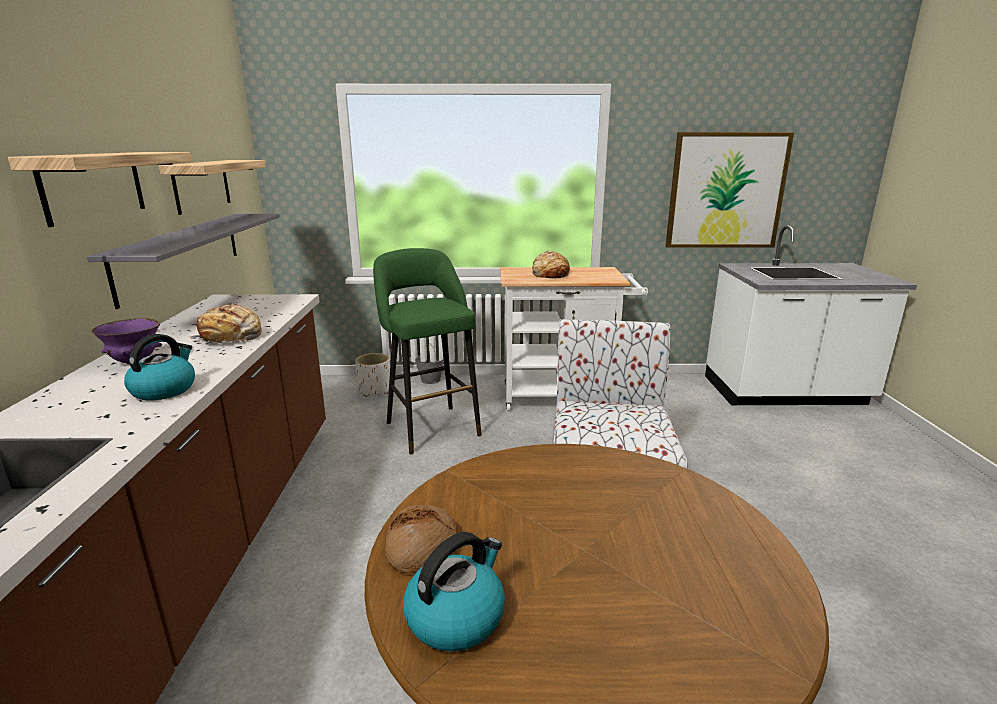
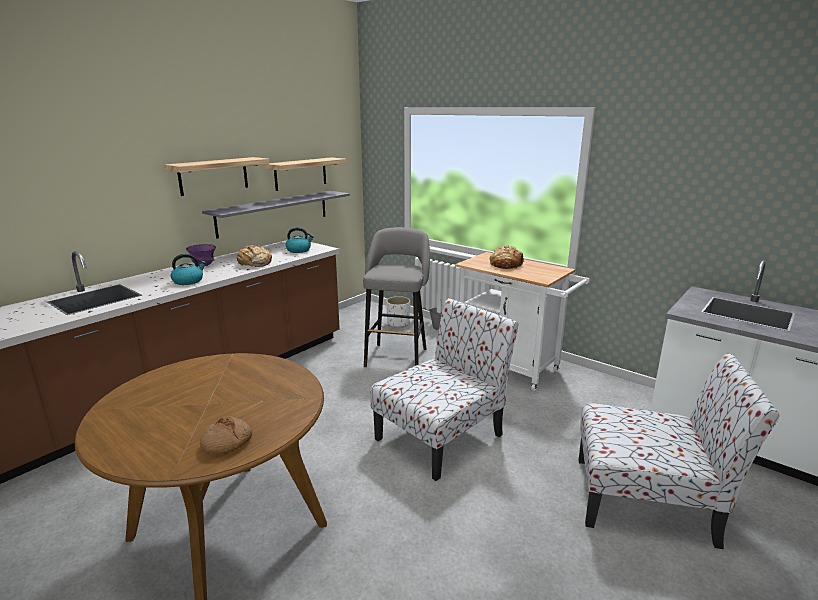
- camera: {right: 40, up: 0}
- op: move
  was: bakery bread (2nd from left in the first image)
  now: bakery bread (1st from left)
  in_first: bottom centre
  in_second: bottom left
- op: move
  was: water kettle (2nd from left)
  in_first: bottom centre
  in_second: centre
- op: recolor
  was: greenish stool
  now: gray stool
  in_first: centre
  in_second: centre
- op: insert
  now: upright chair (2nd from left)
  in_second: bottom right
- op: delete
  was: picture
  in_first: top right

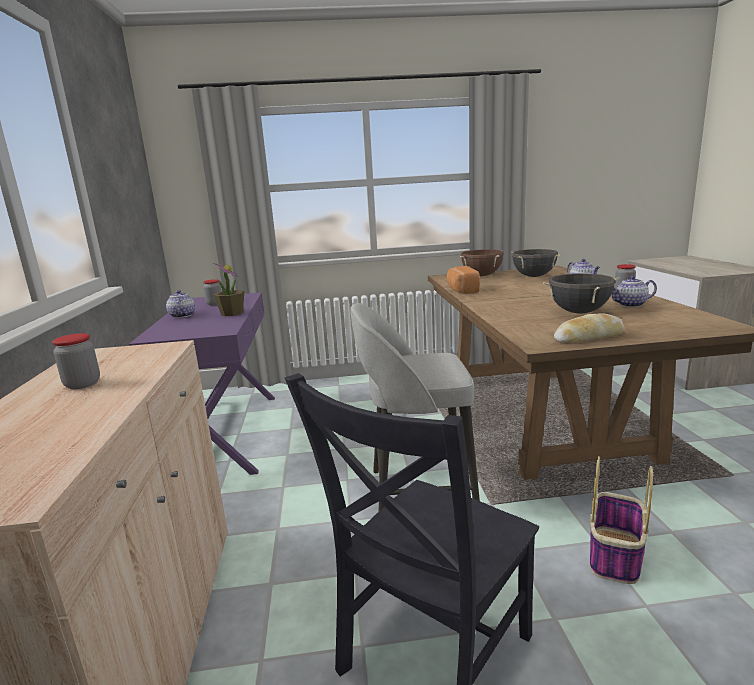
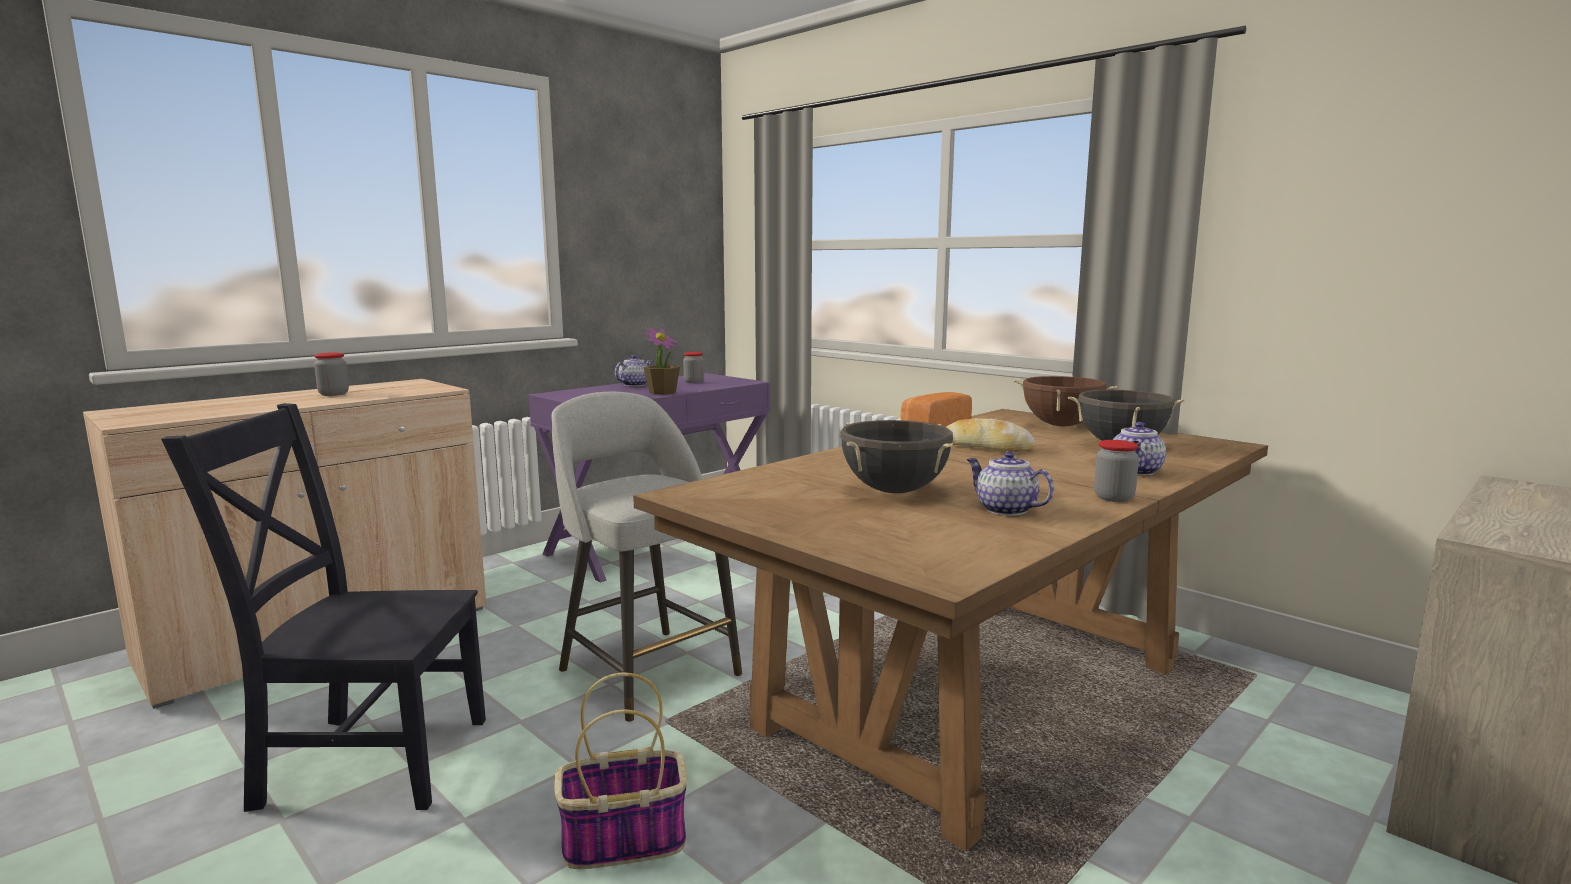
- camera: {right: 50, up: -5}
- op: move
  was: bakery bread (2nd from left)
  in_first: middle right
  in_second: centre

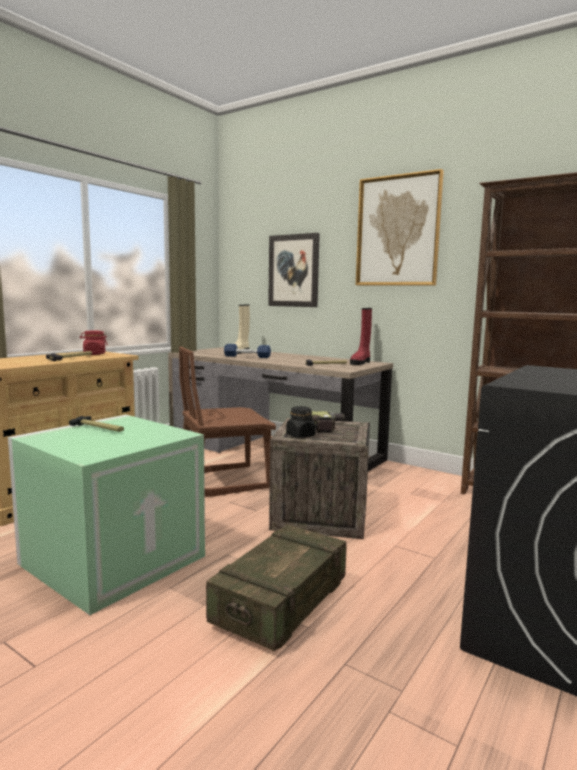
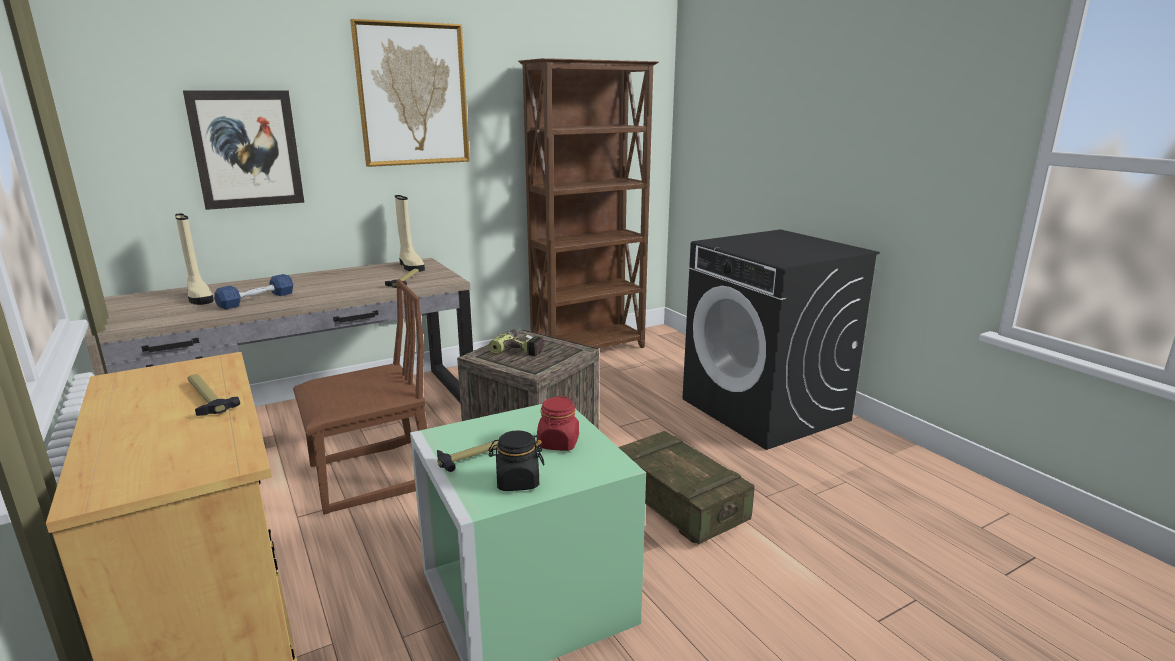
- camera: {right: -65, up: 10}
- op: rotate
  was: brown upright chair
  in_first: centre
  in_second: middle left
  clockwise: -120
- op: recolor
  was: red boot
  now: beige-coloured boot (2nd from left)
  in_first: centre
  in_second: centre
- op: move
  was: black-coloured preserve jar
  in_first: centre
  in_second: bottom centre
- op: move
  was: red preserve jar
  in_first: middle left
  in_second: centre

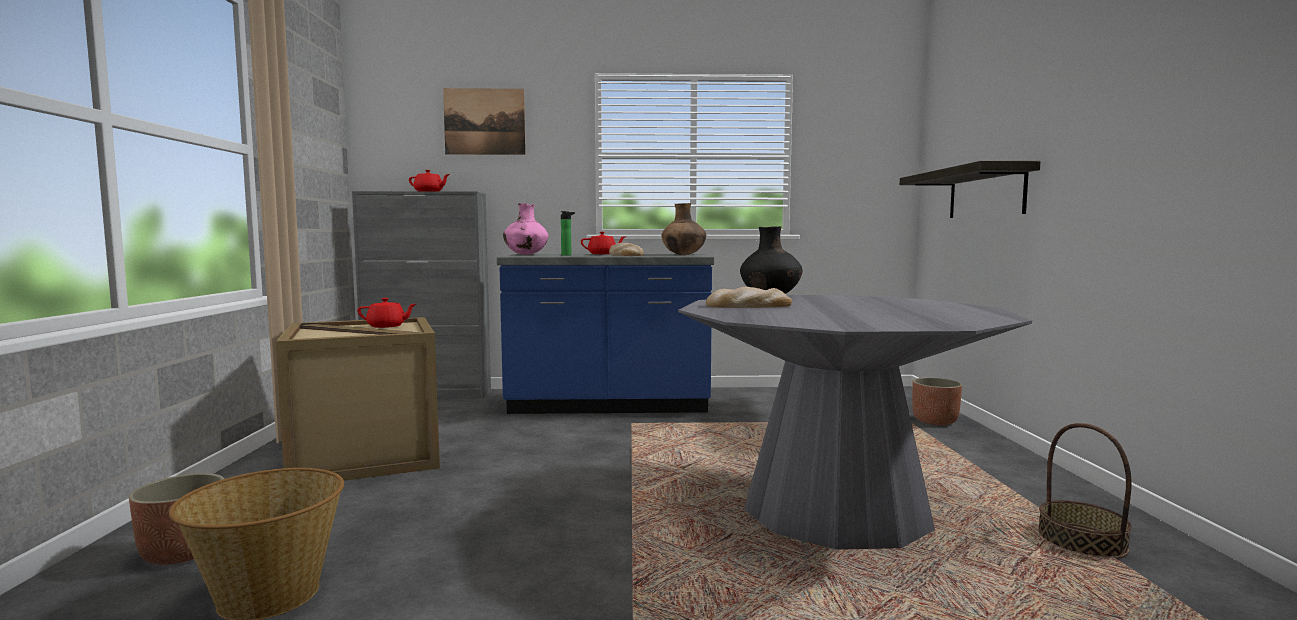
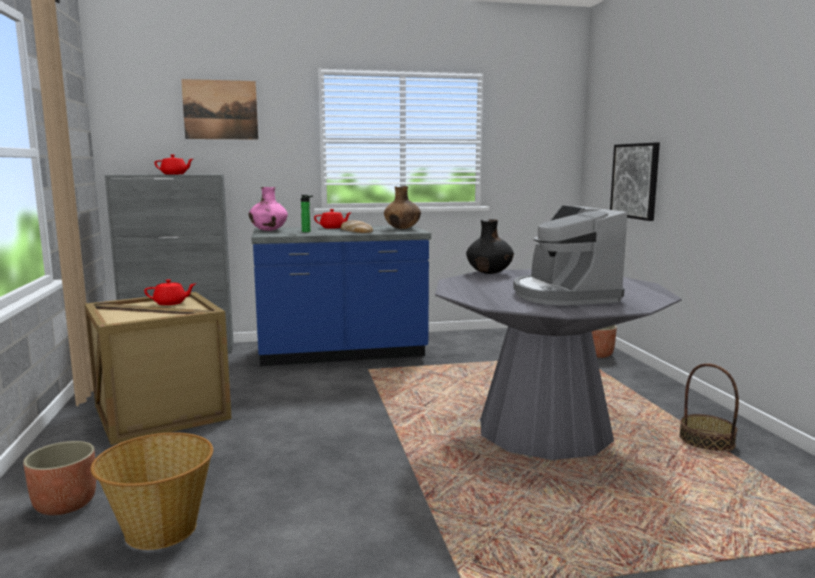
- camera: {right: -10, up: 5}
- op: insert
  now: coffee maker
  in_second: middle right
- op: replace
  was: shelf
  now: picture (2nd from left)
  in_first: top right
  in_second: top right
- op: delete
  was: bakery bread (2nd from left)
  in_first: centre

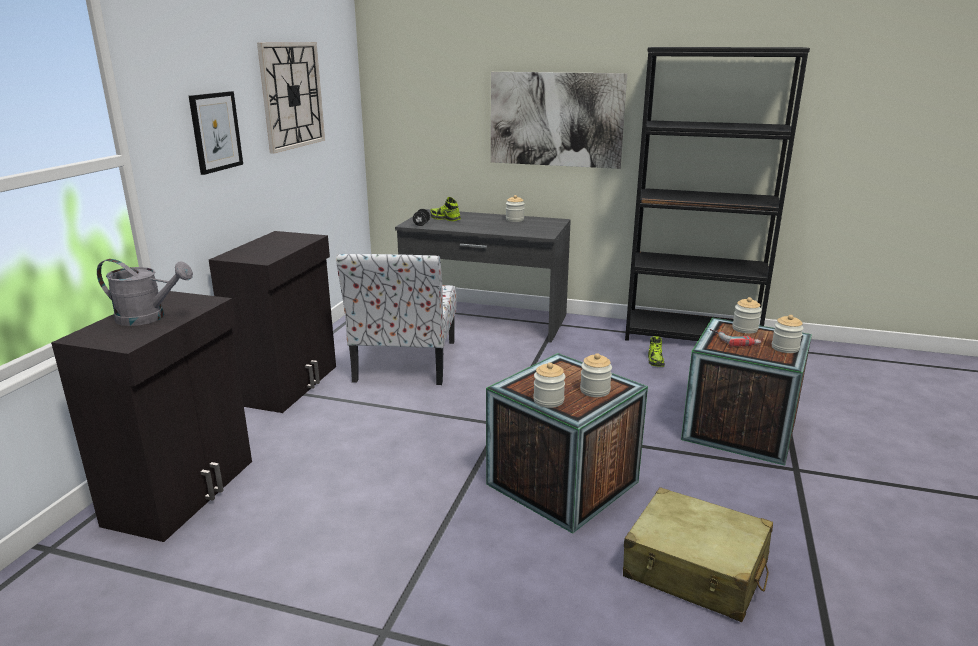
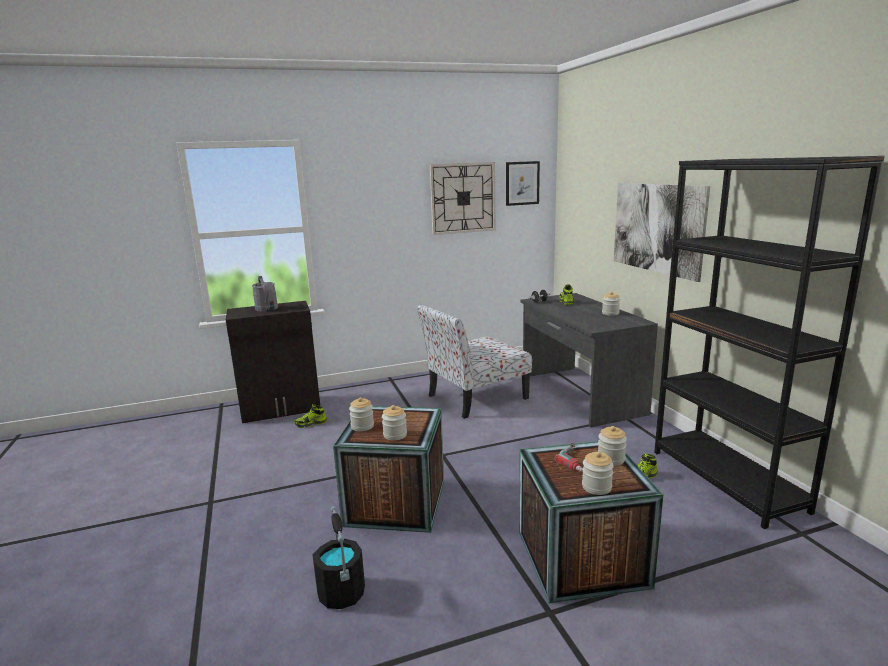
- camera: {right: 55, up: -5}
- op: insert
  now: item of footwear (1st from left)
  in_second: centre
- op: replace
  was: beige-coloured suitcase
  now: black-coloured pail
  in_first: bottom right
  in_second: bottom centre
- op: move
  was: picture (1st from left)
  in_first: top left
  in_second: top centre
- op: delete
  was: black-coloured cupboard (2nd from left)
  in_first: middle left

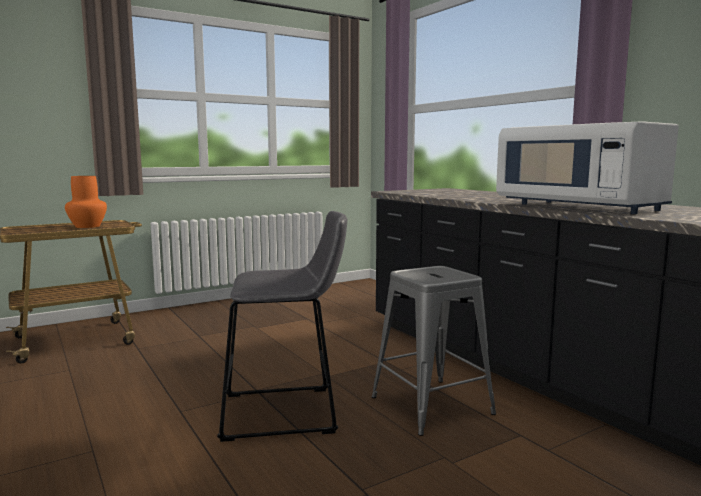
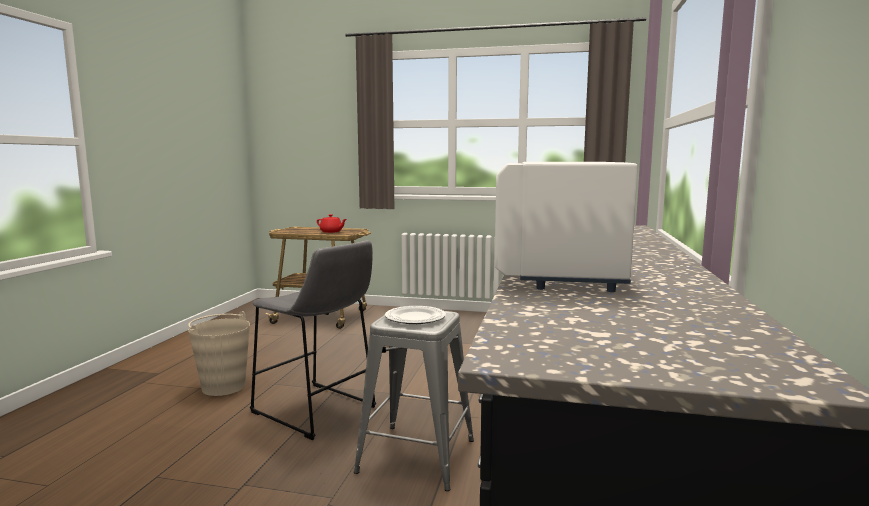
- camera: {right: 45, up: 0}
- op: insert
  now: beige-coloured pail
  in_second: bottom left
- op: replace
  was: orangey decorative vase
  now: red teapot
  in_first: middle left
  in_second: centre
- op: insert
  now: flat dish
  in_second: centre

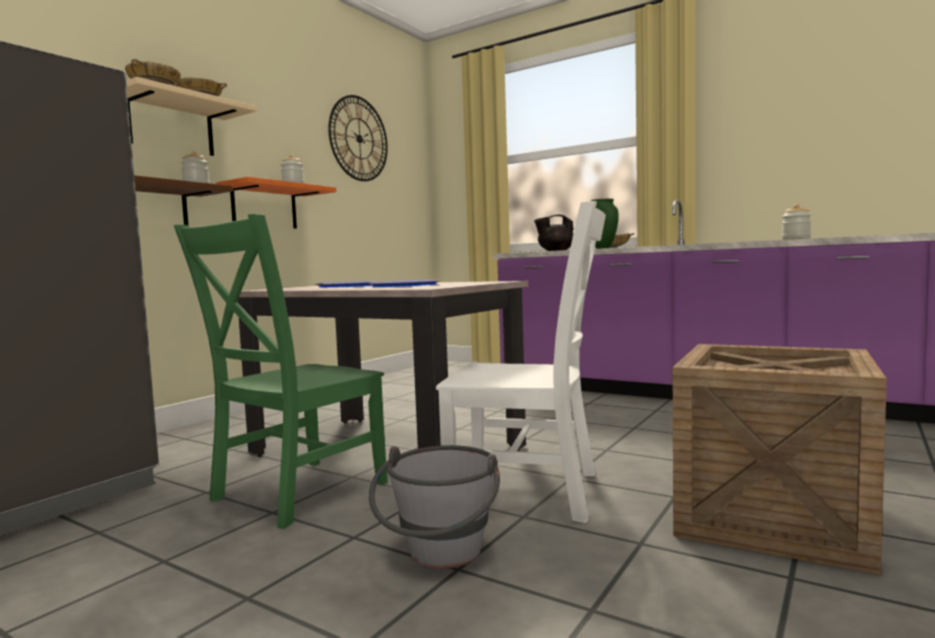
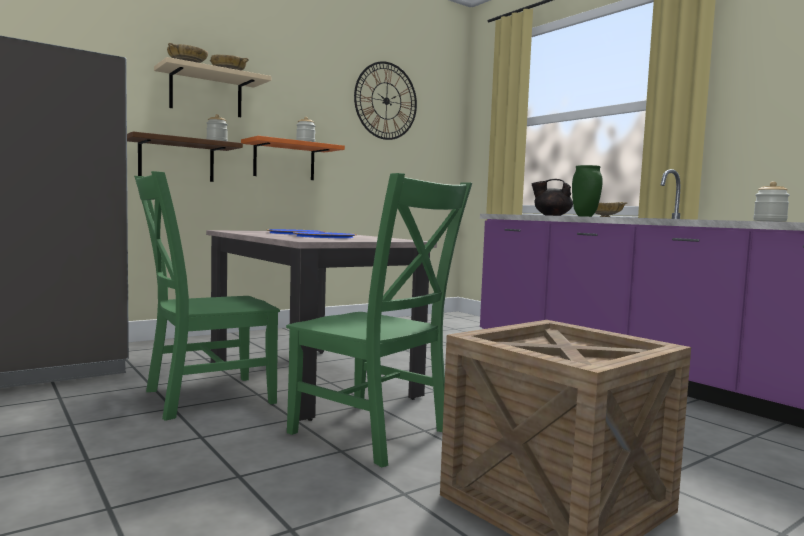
- camera: {right: 20, up: 0}
- op: recolor
  was: white upright chair
  now: greenish upright chair (2nd from left)
  in_first: centre
  in_second: centre
- op: delete
  was: gray pail
  in_first: bottom centre

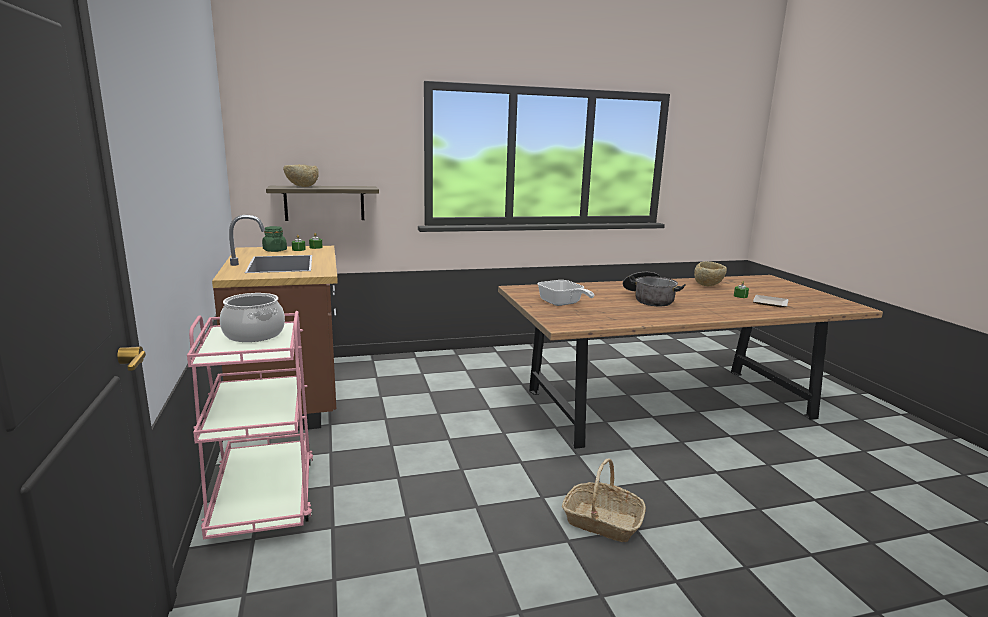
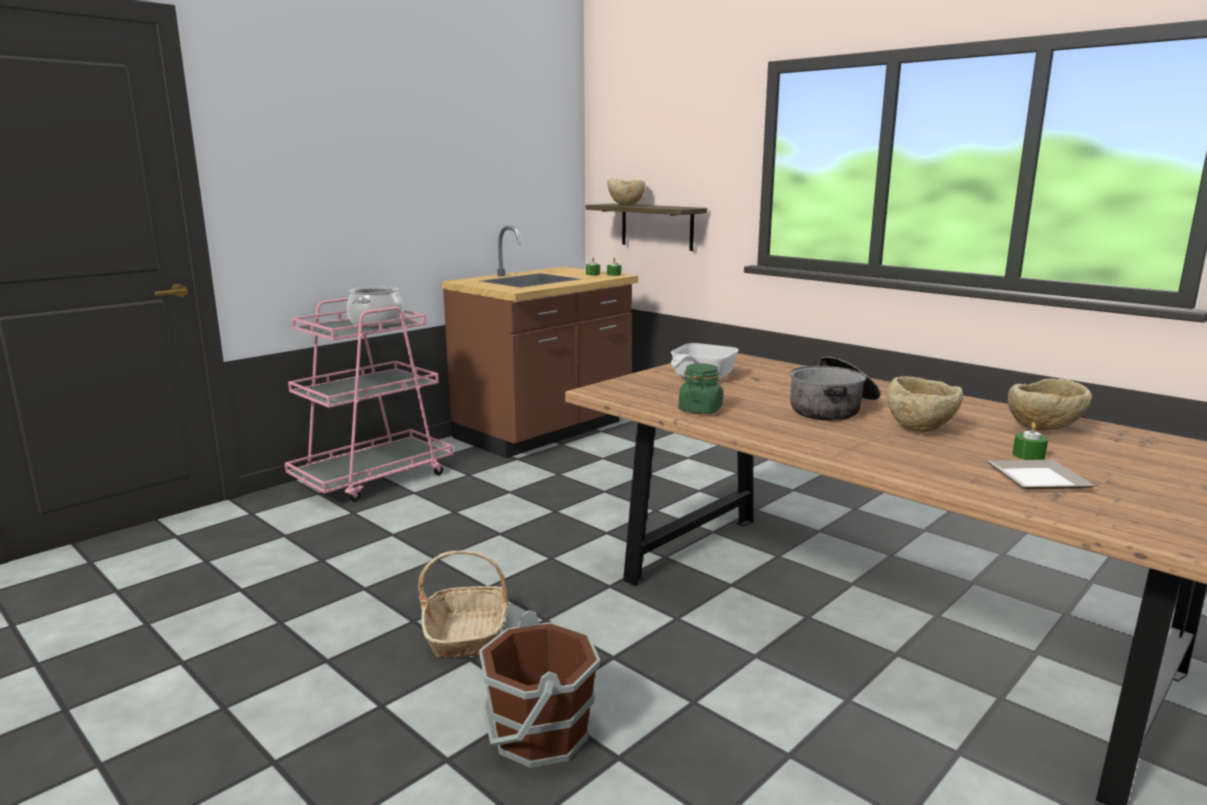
- camera: {right: 60, up: 0}
- op: insert
  now: brown pail
  in_second: bottom centre
- op: move
  was: greenish preserve jar
  in_first: middle left
  in_second: centre
- op: insert
  now: beige-coloured serving bowl (2nd from left)
  in_second: middle right

